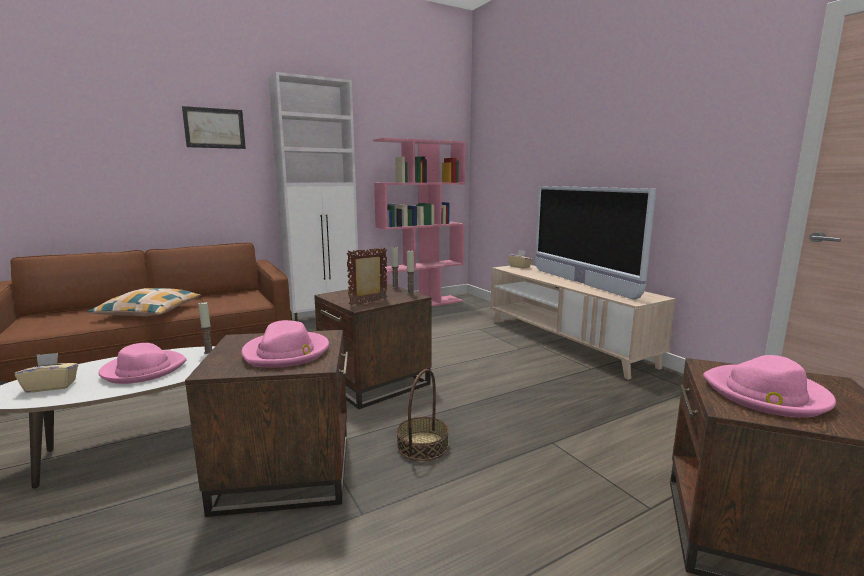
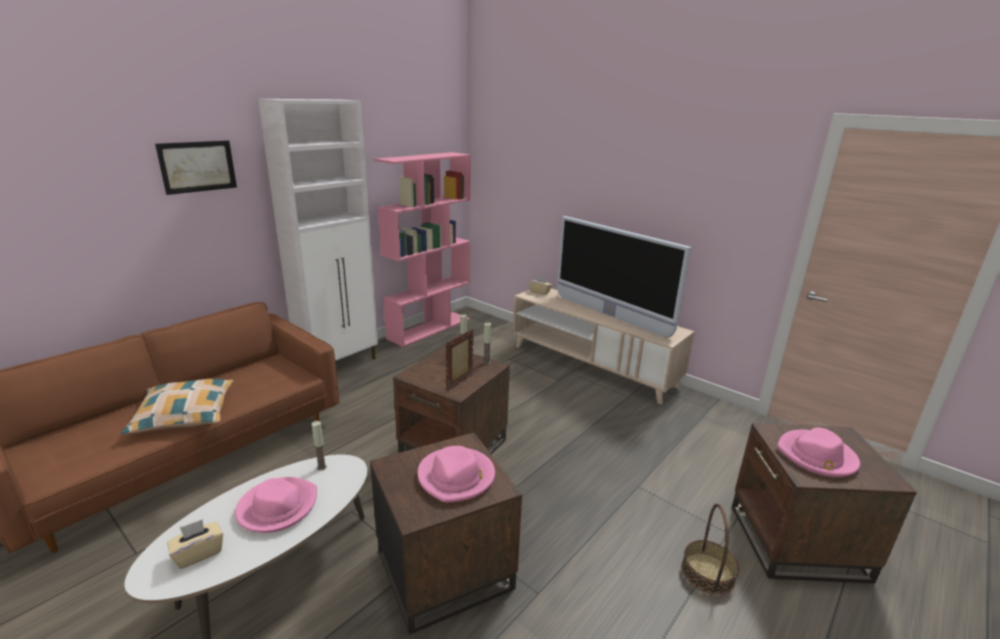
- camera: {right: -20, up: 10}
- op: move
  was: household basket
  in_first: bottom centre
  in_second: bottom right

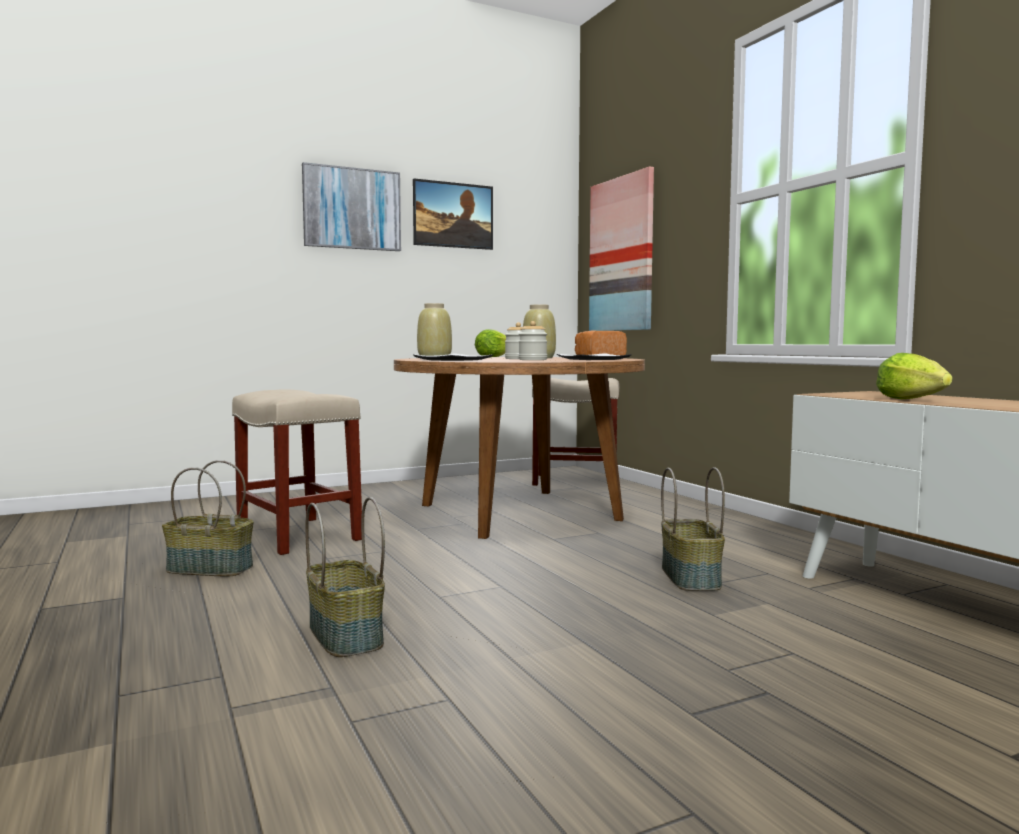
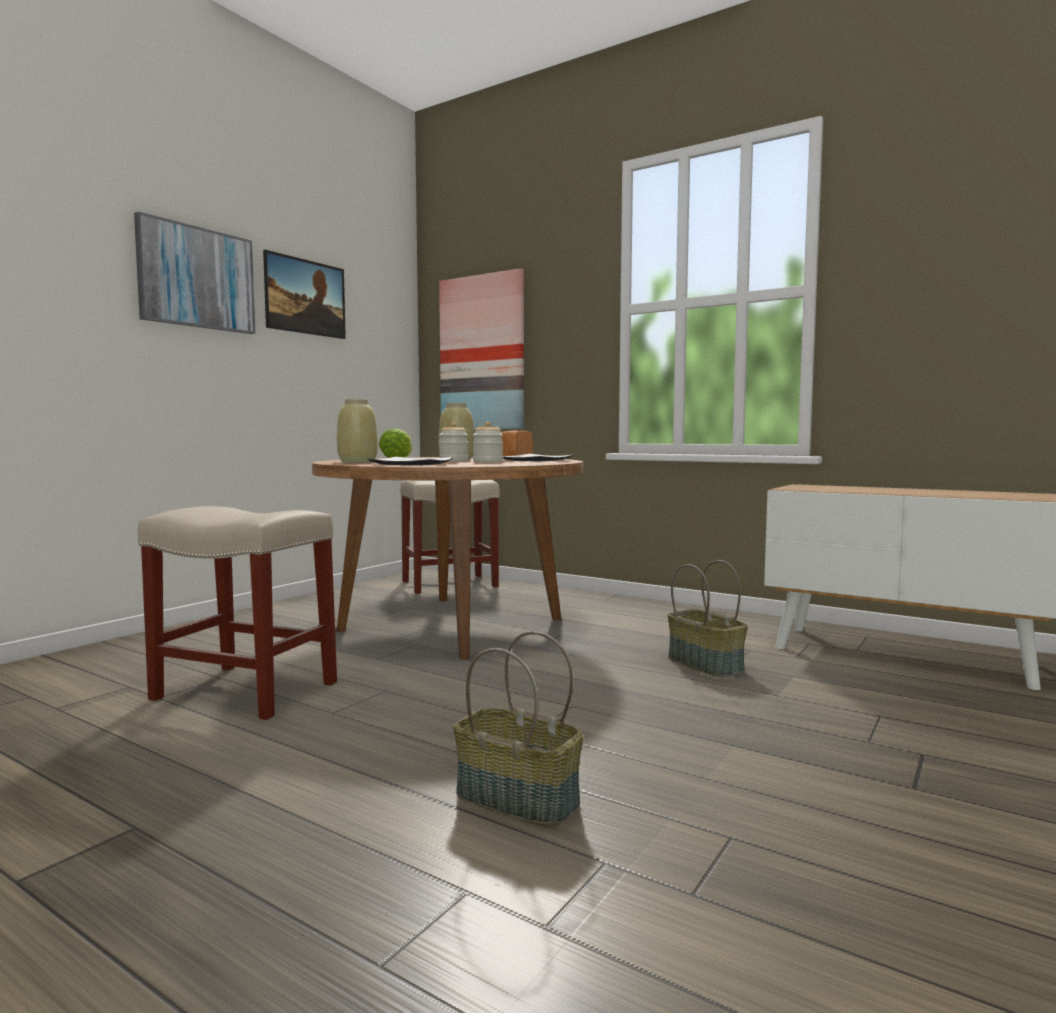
- camera: {right: -30, up: 0}
- op: delete
  was: household basket (1st from left)
  in_first: middle left
- op: delete
  was: lettuce head (2nd from left)
  in_first: middle right

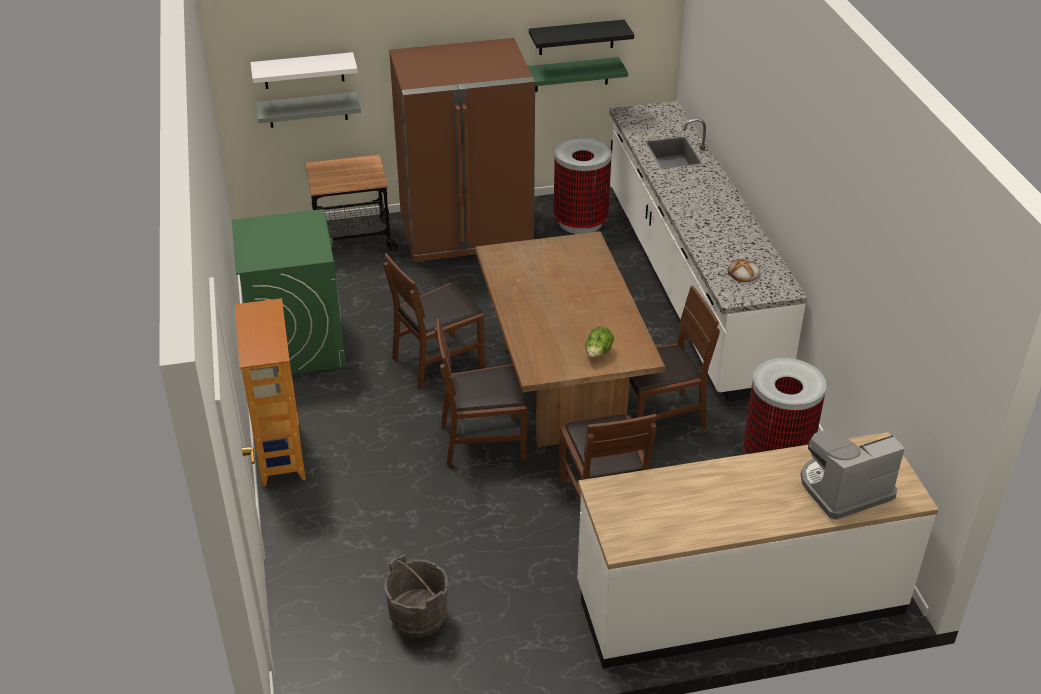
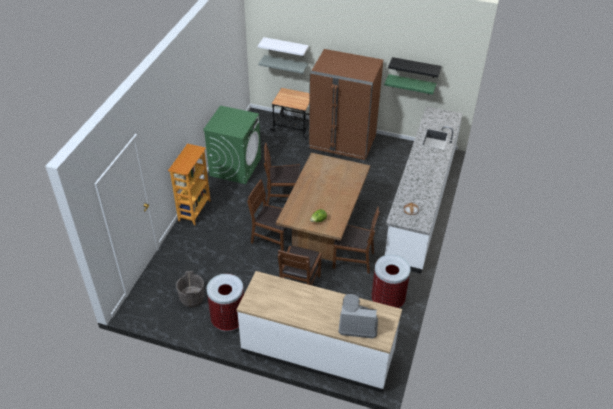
- camera: {right: 30, up: 5}
- op: move
  was: trash can (1st from left)
  in_first: top centre
  in_second: bottom centre

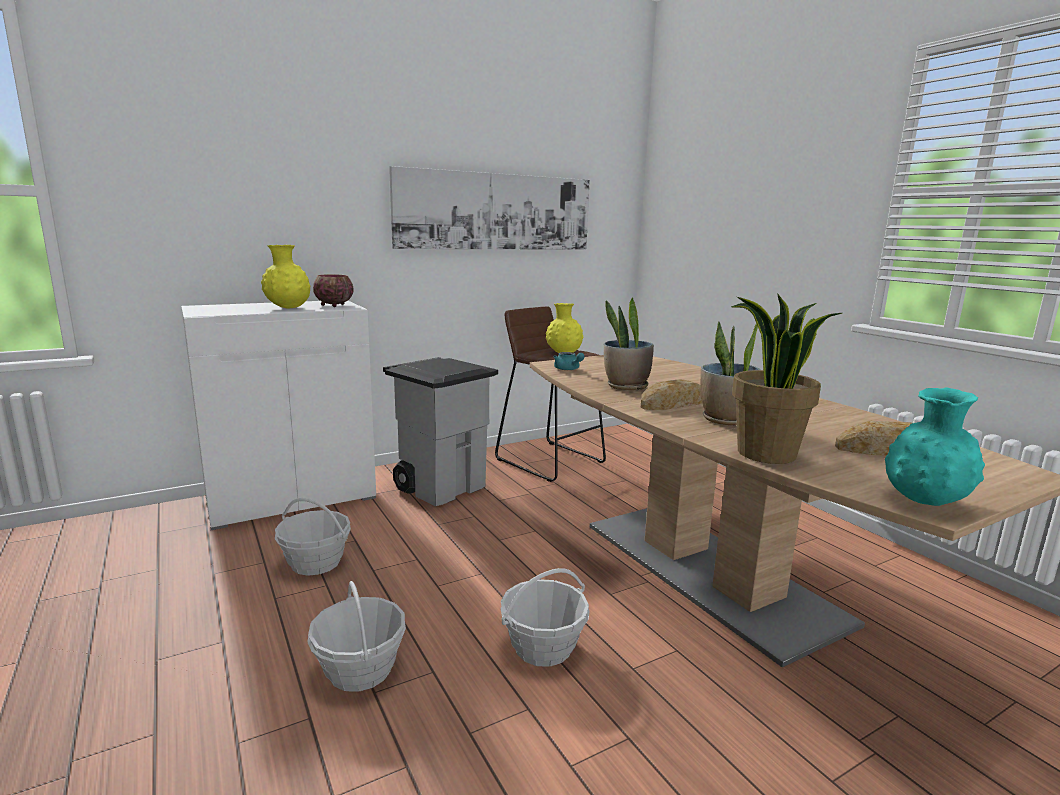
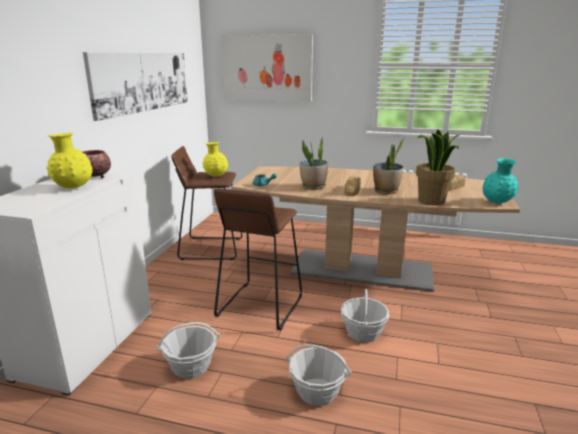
- camera: {right: -45, up: 5}
- op: insert
  now: brown stool (2nd from left)
  in_second: centre
- op: insert
  now: picture (2nd from left)
  in_second: top centre
- op: delete
  was: gray trash can
  in_first: centre

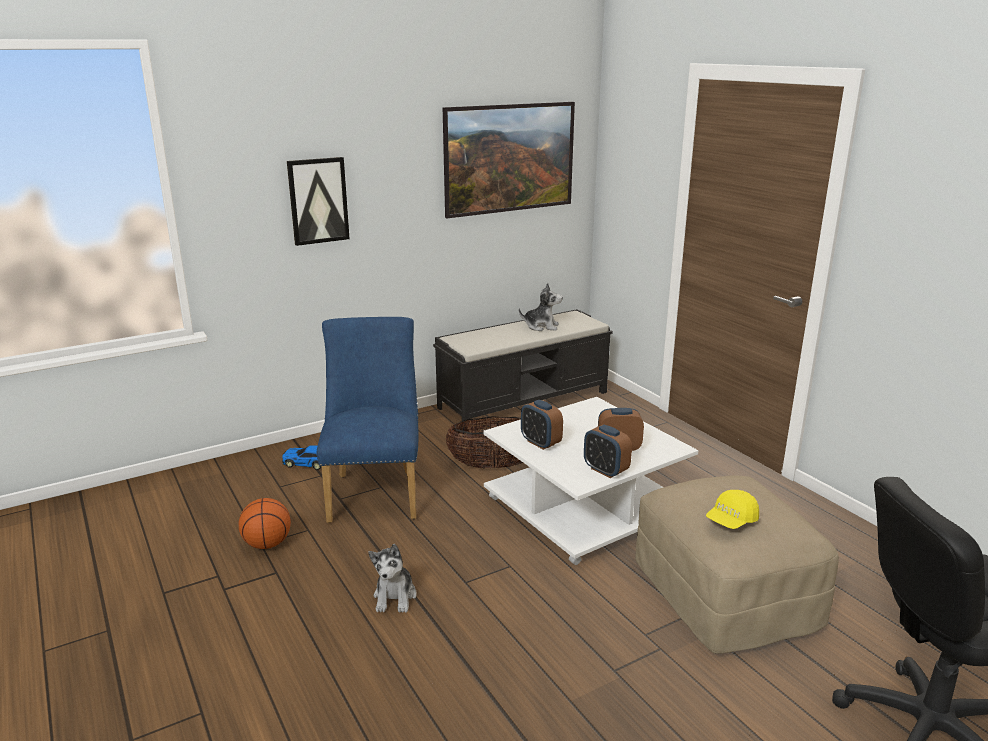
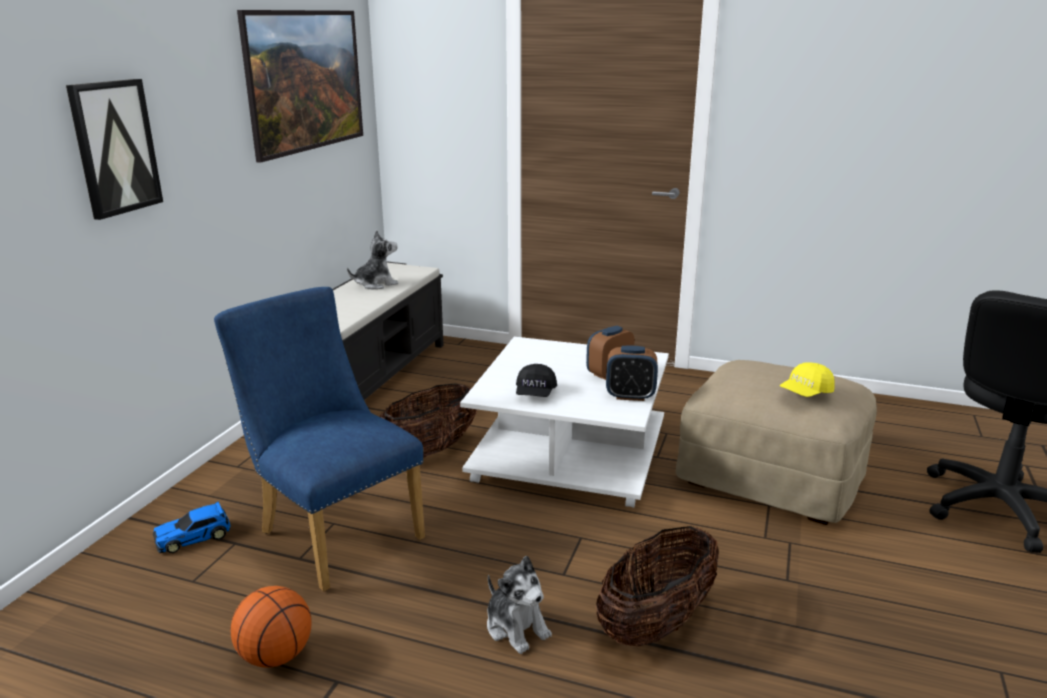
- camera: {right: -40, up: 0}
- op: replace
  was: bedside clock (1st from left)
  now: black-coloured cap
  in_first: centre
  in_second: centre
- op: insert
  now: household basket (2nd from left)
  in_second: bottom centre
- op: rotate
  was: yellow-coloured cap
  in_first: bottom right
  in_second: middle right
  clockwise: 45

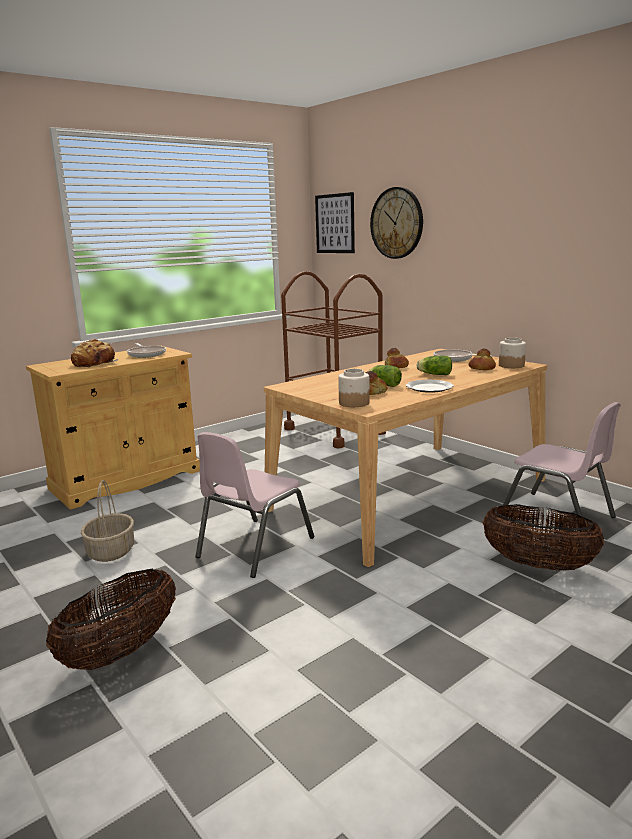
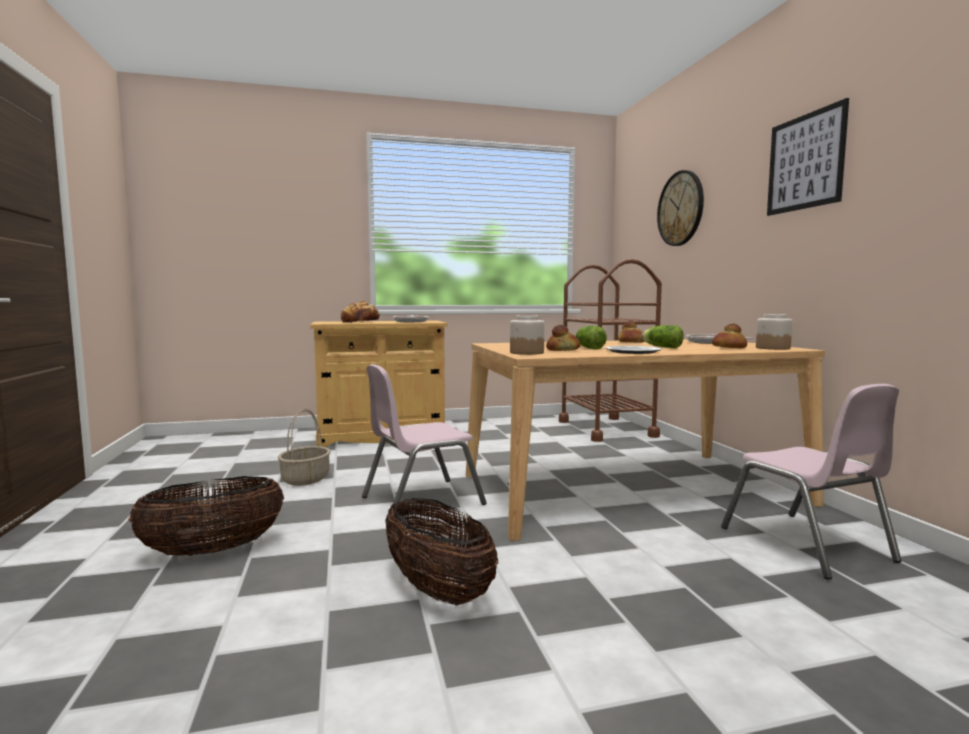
- camera: {right: 25, up: -10}
- op: move
  was: household basket (3rd from left)
  in_first: middle right
  in_second: bottom centre
- op: move
  was: picture
  in_first: top centre
  in_second: top right

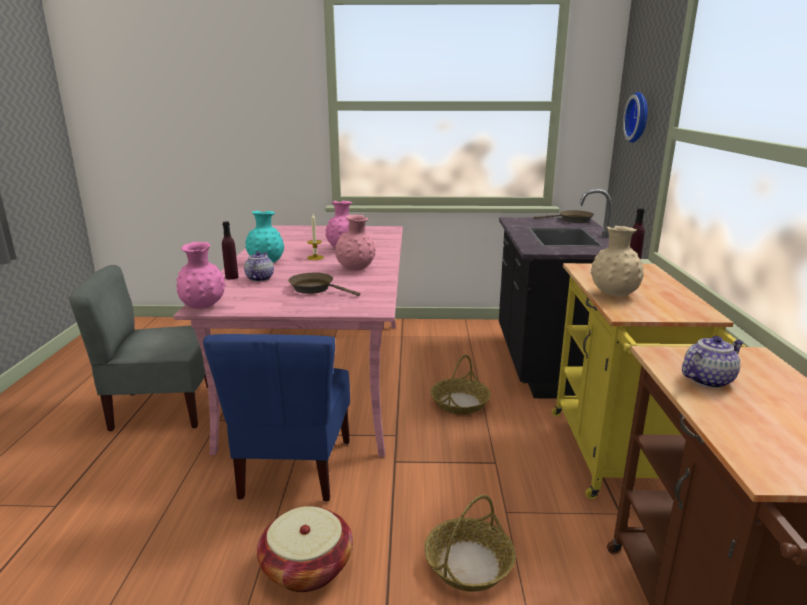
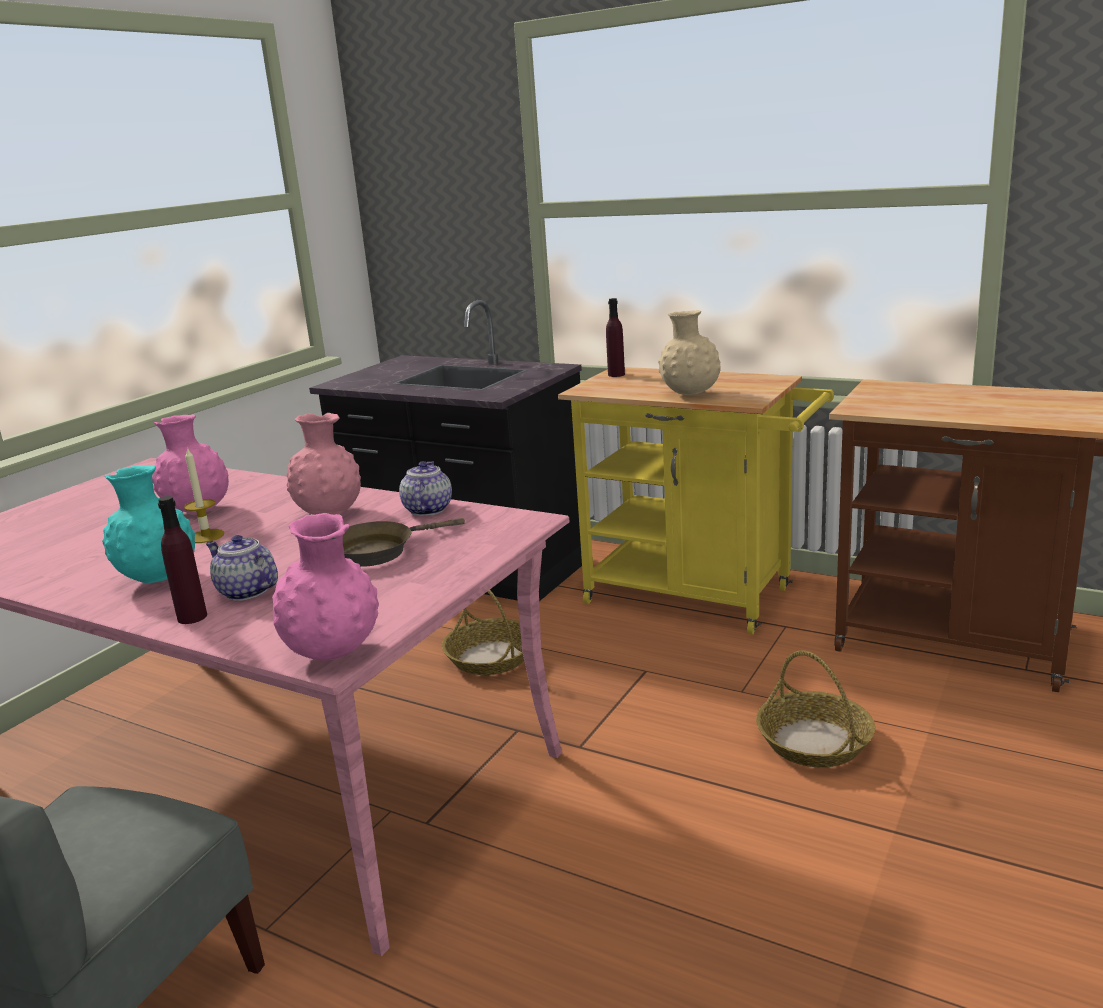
- camera: {right: -60, up: 0}
- op: move
  was: teapot (2nd from left)
  in_first: middle right
  in_second: centre
- op: delete
  was: blue upright chair
  in_first: bottom centre
- op: delete
  was: household basket (1st from left)
  in_first: bottom centre
- op: delete
  was: brown skillet (2nd from left)
  in_first: middle right
- op: delete
  was: hanging clock
  in_first: top right

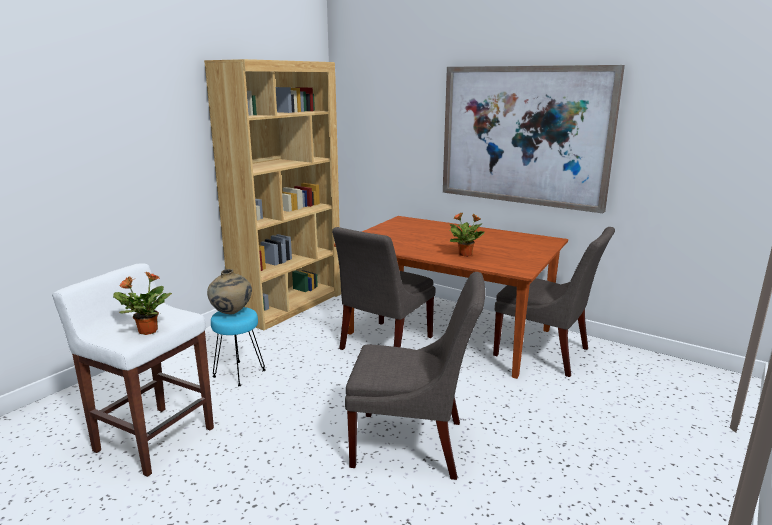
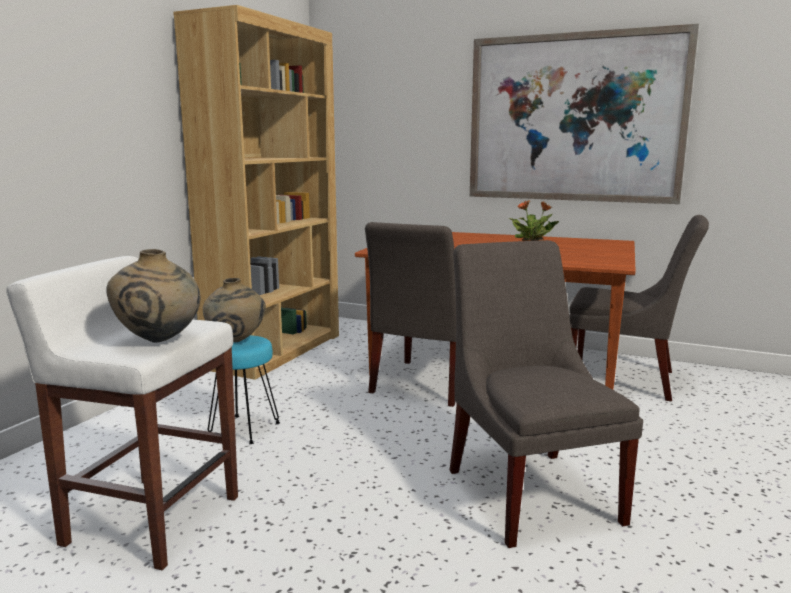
- camera: {right: -10, up: -5}
- op: replace
  was: houseplant (1st from left)
  now: beige-coloured decorative vase (1st from left)
  in_first: middle left
  in_second: middle left
- op: rotate
  was: gray upright chair (2nd from left)
  in_first: bottom centre
  in_second: middle right
  clockwise: -105

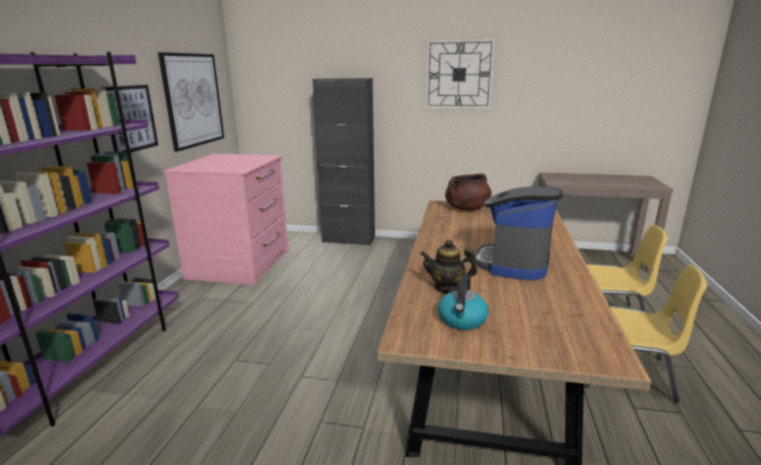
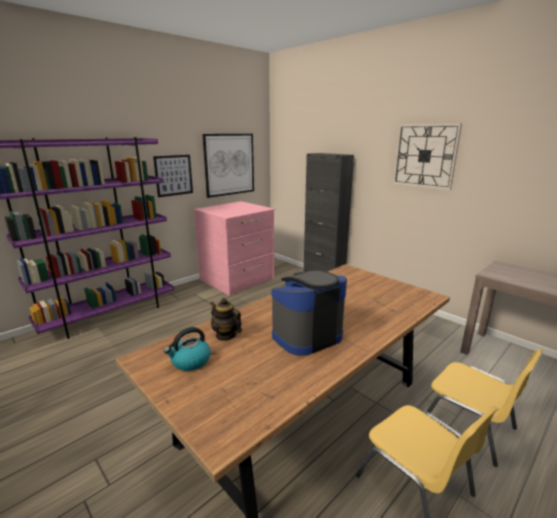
- camera: {right: 35, up: 0}
- op: delete
  was: brown stockpot
  in_first: centre

